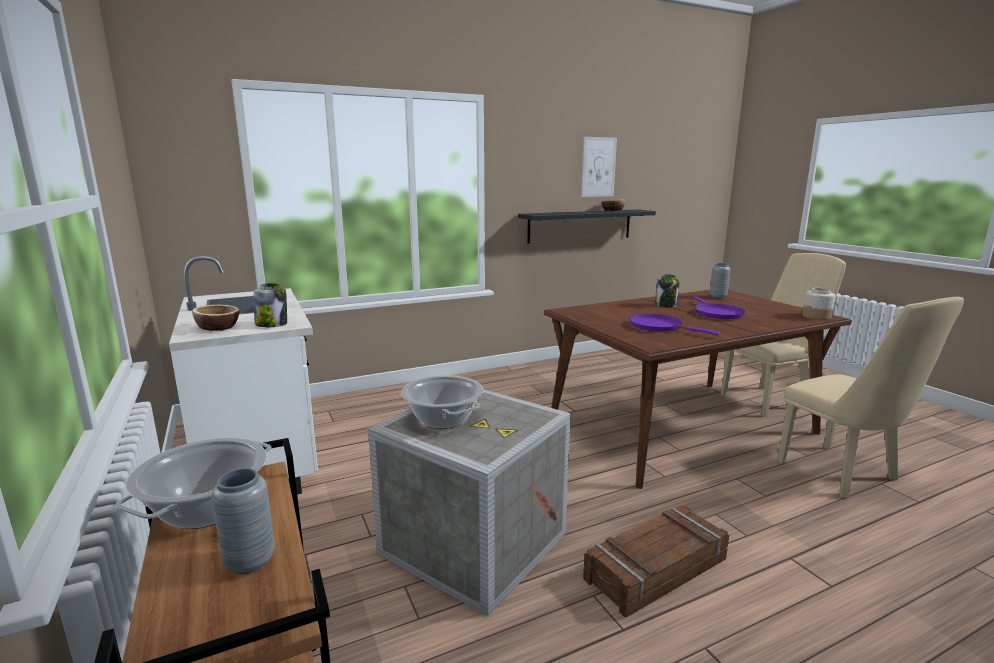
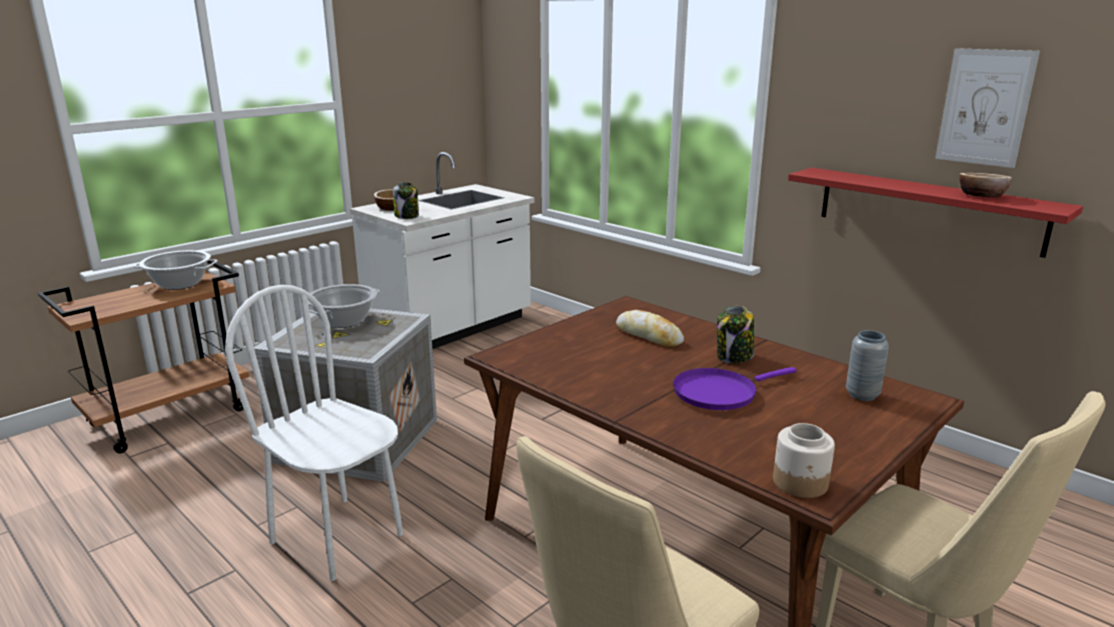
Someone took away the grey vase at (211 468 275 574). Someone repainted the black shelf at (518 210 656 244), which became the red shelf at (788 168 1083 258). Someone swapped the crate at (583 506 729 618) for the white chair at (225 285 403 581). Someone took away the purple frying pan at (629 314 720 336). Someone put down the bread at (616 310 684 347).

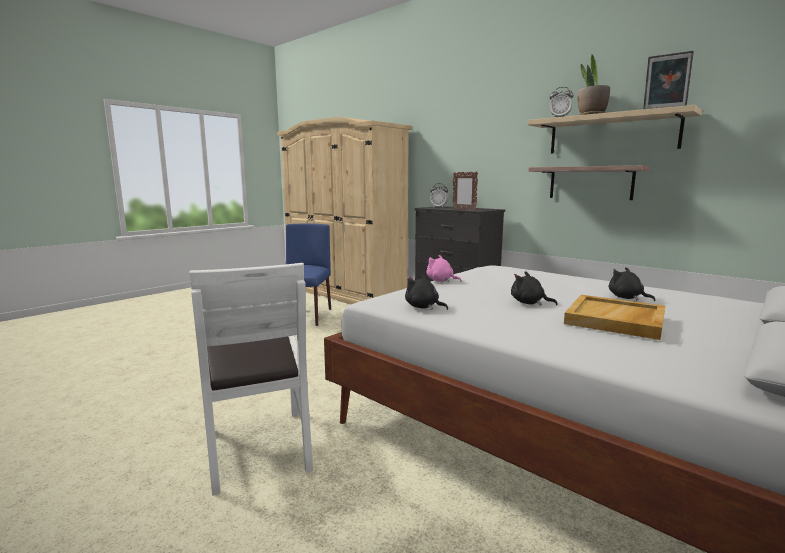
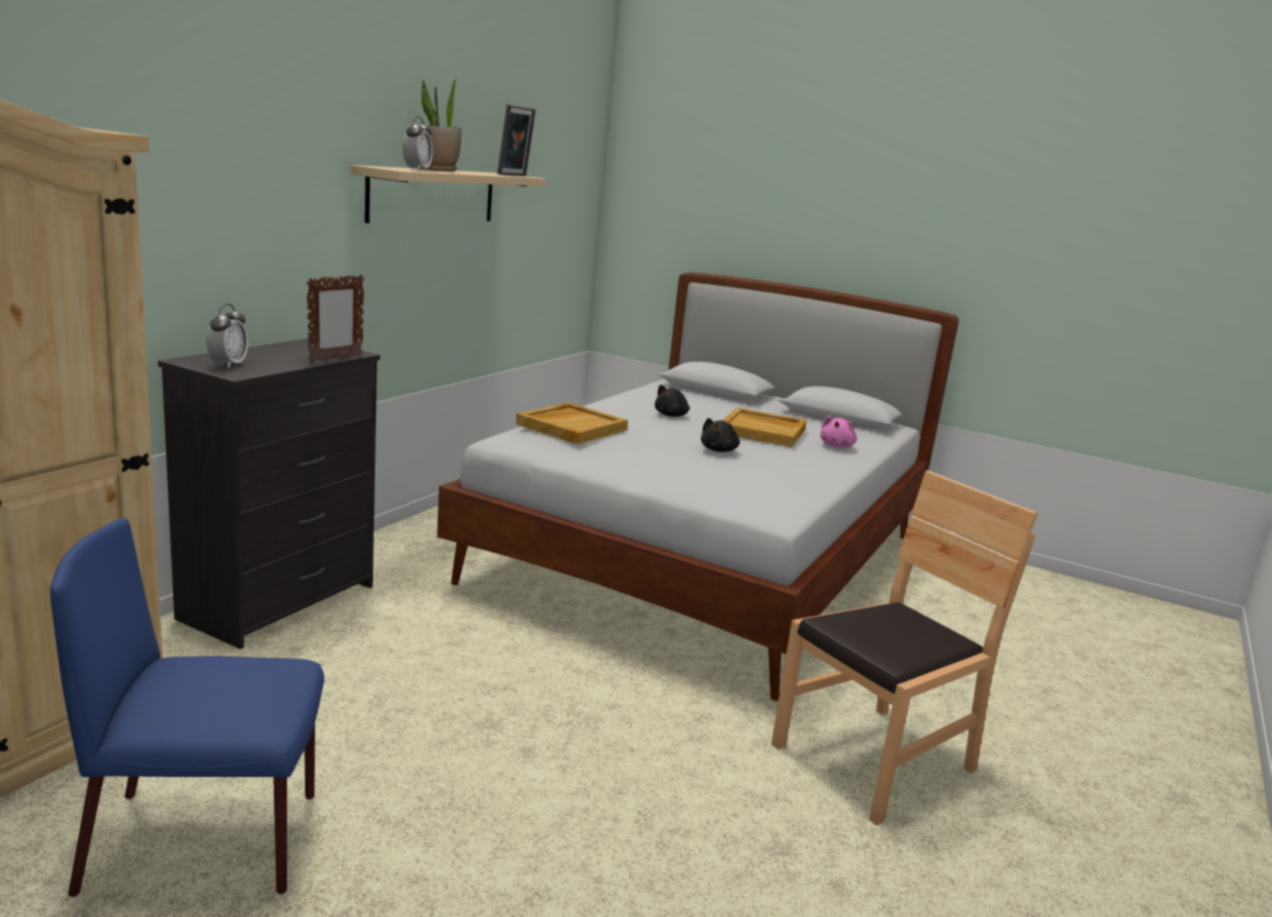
Someone repainted the white chair at (189 263 313 496), which became the brown chair at (771 470 1038 826). Someone took away the black plush toy at (405 274 448 310). Someone carried the pink plush toy from (426 255 462 282) to (820 416 857 448). Someone took away the shelf at (528 165 651 200). Someone put down the beige tray at (516 402 628 444).

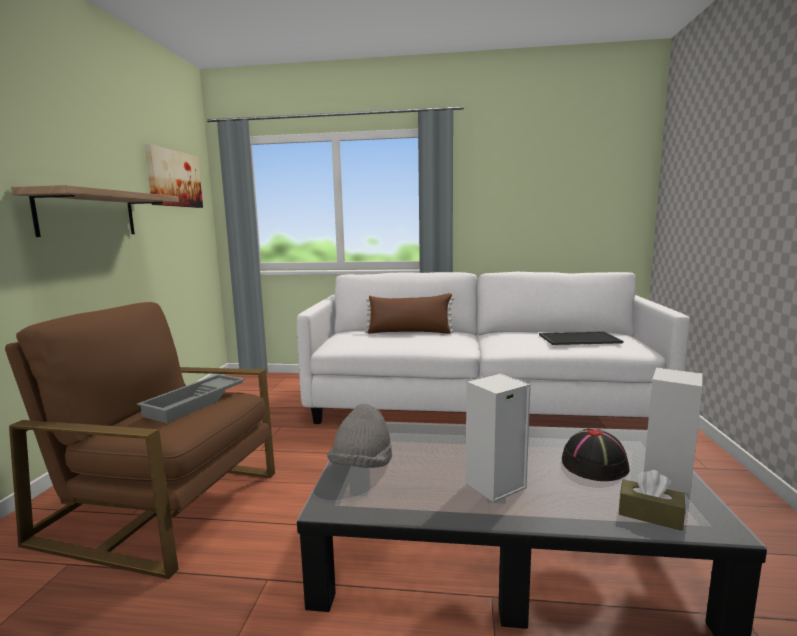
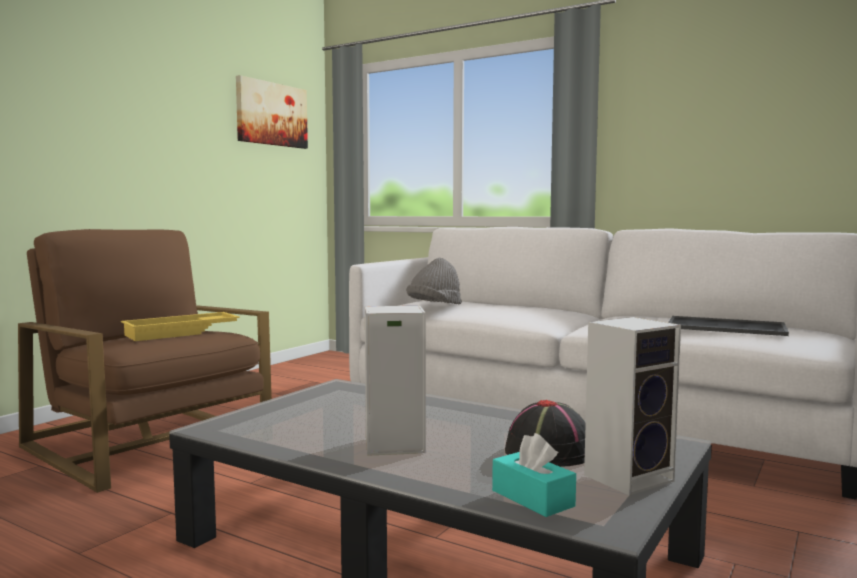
Someone took away the shelf at (11 185 179 237). Someone repainted the grey tray at (137 374 245 423), which became the yellow tray at (121 312 240 341). Someone carried the grey hat from (327 403 392 468) to (406 258 462 304). Someone took away the brown pillow at (365 293 454 334). Someone repainted the brown tissue box at (619 470 686 531), which became the turquoise tissue box at (492 433 576 517).

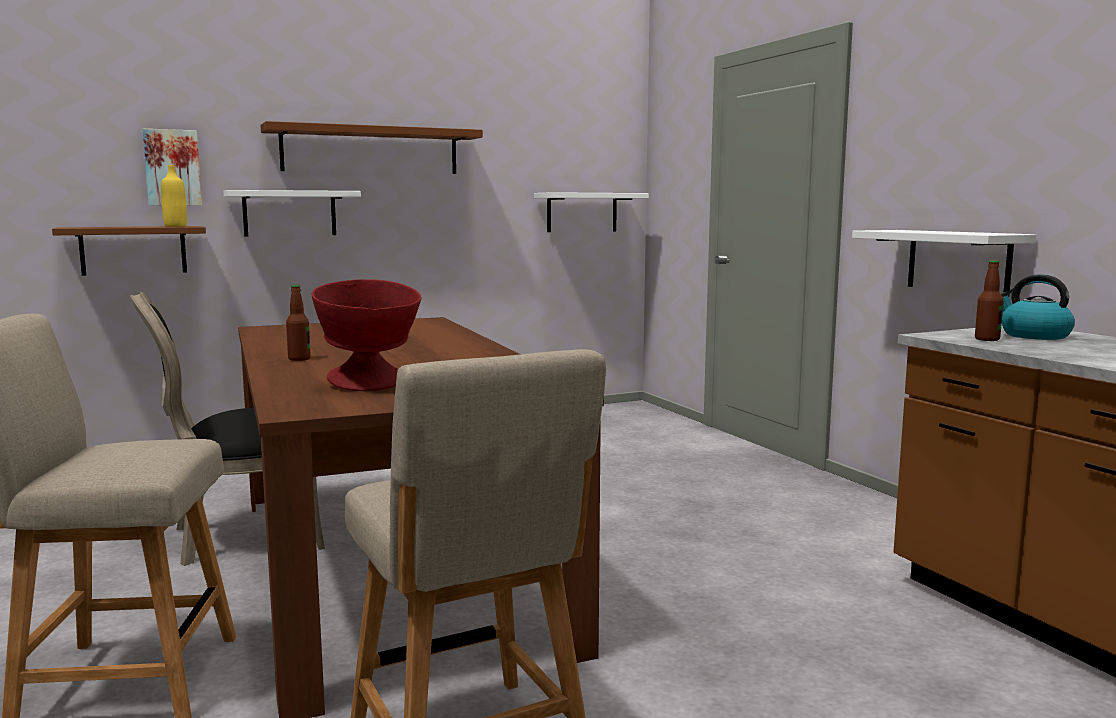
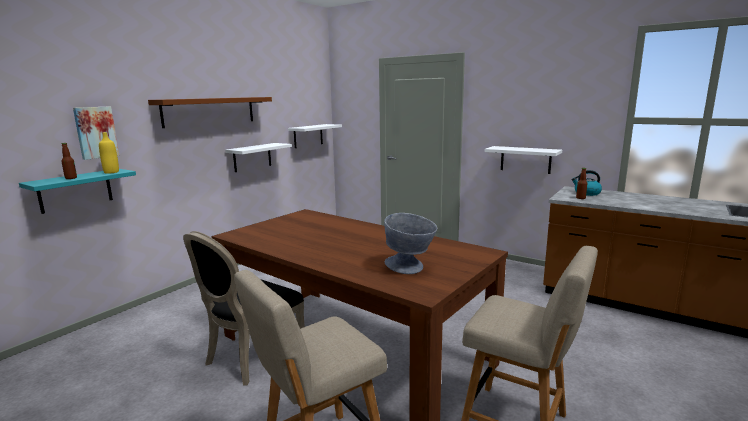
Someone repainted the brown shelf at (52 226 206 276), which became the turquoise shelf at (19 169 136 214). Someone carried the white shelf from (223 190 361 236) to (225 143 292 172). Someone carried the bottle from (286 285 311 361) to (61 143 77 179). Someone repainted the red bowl at (312 279 422 391), which became the grey bowl at (384 213 437 274).

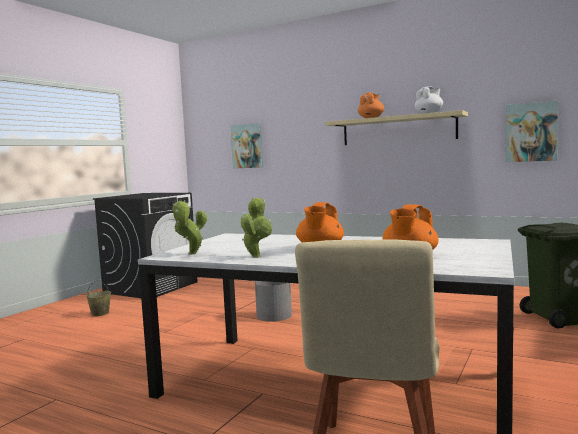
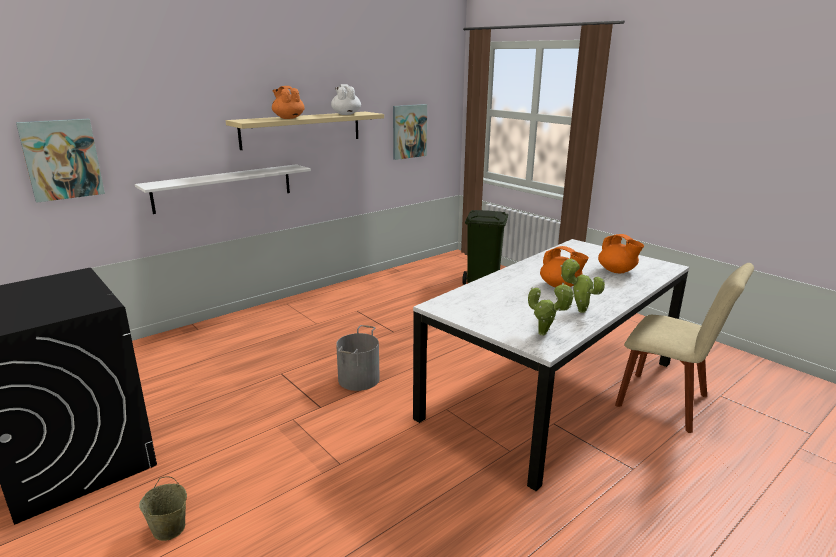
Someone put up the white shelf at (135 164 311 214).

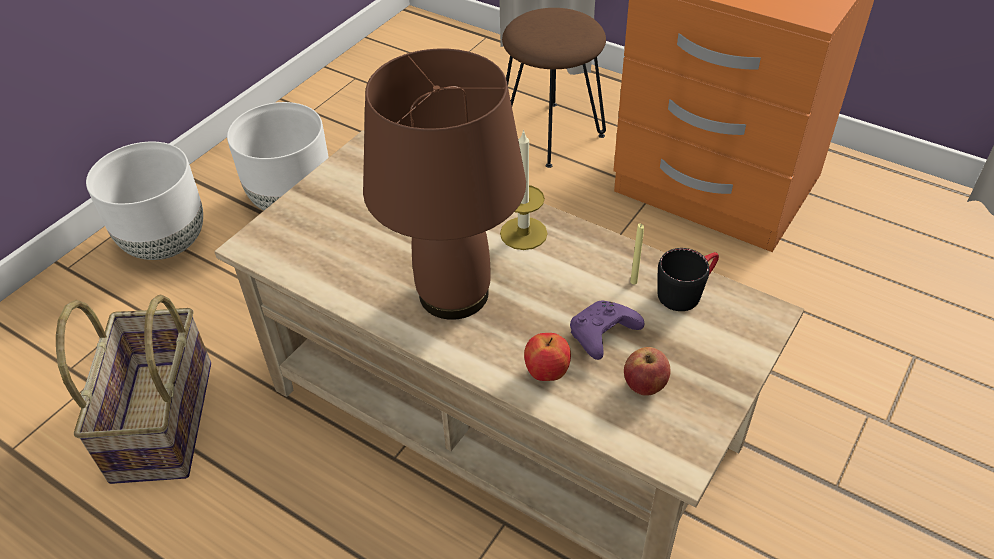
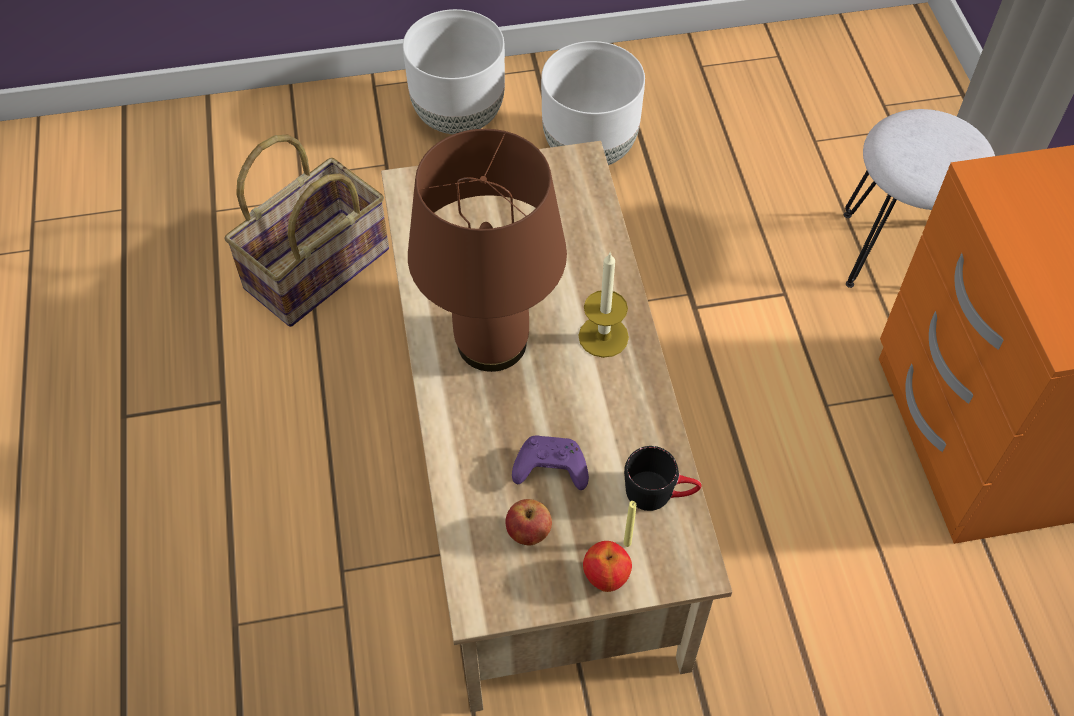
Someone repainted the brown stool at (502 8 606 168), which became the white stool at (844 109 995 288). Someone carried the apple from (524 333 571 381) to (583 541 632 592). Someone carried the yellow candle from (630 224 644 284) to (624 501 636 547).

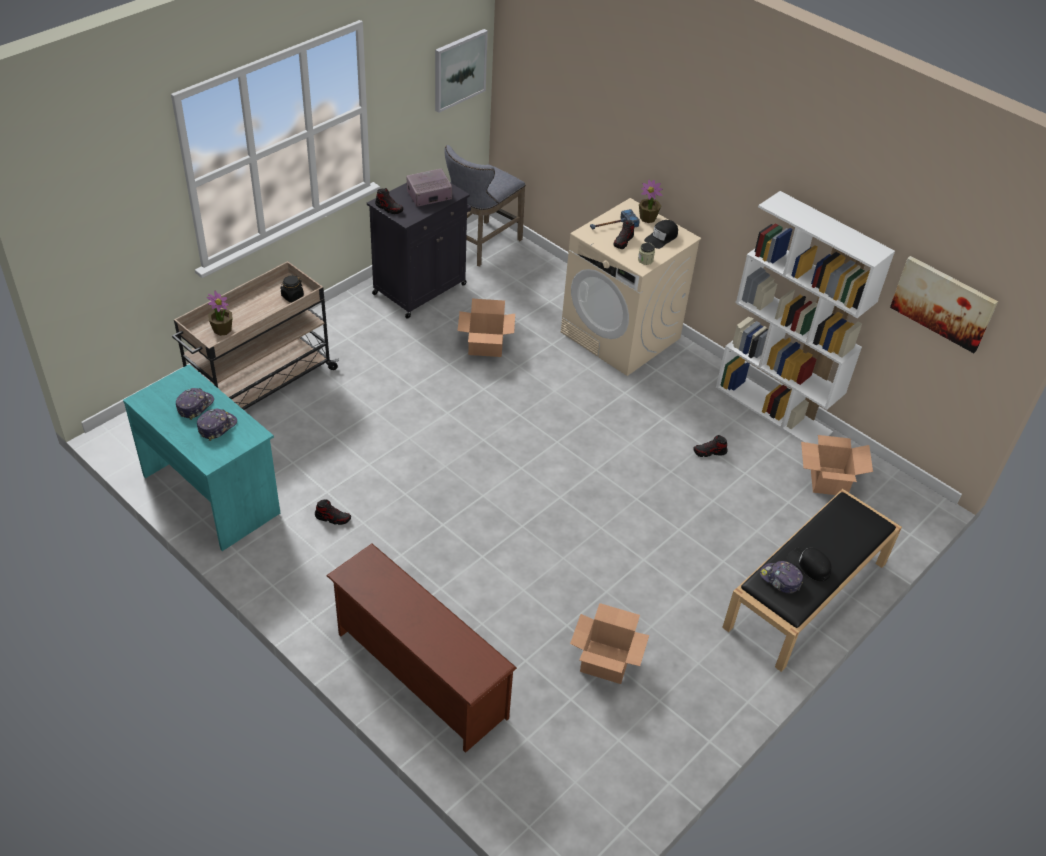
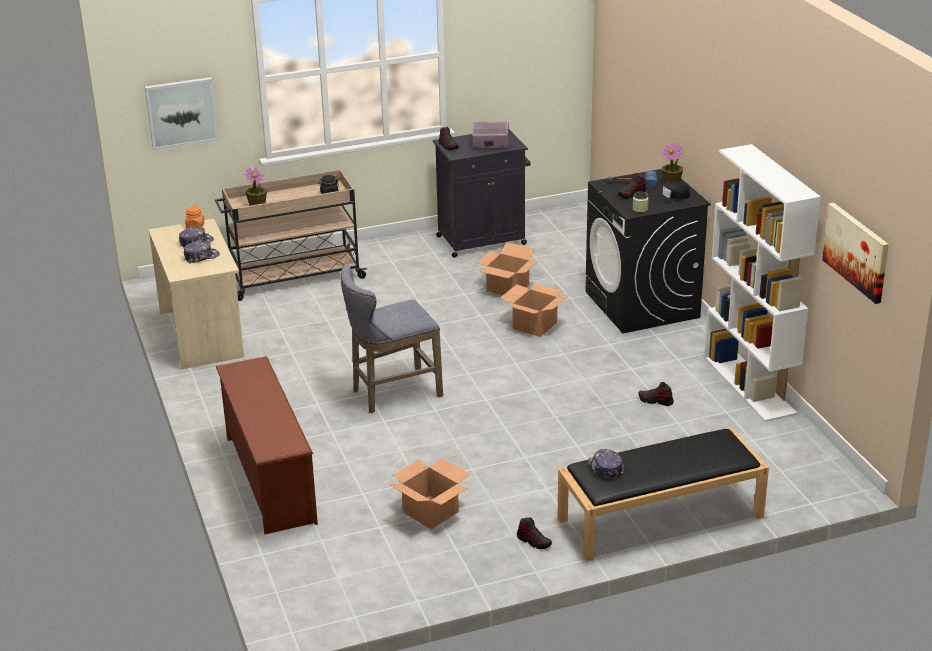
Someone repainted the turquoise desk at (123 364 280 551), which became the beige desk at (148 219 244 369). Someone carried the shoe from (315 499 351 525) to (517 517 552 549). Someone carried the picture from (435 29 488 113) to (145 77 218 150). Someone carried the grey stool from (445 145 526 266) to (340 264 443 413). Someone repainted the beige washing machine at (561 198 701 376), which became the black washing machine at (585 169 711 333). Someone took away the black cap at (787 548 831 581). Someone carried the cardboard box from (801 435 873 495) to (499 284 570 337). Someone put down the orange jar at (185 206 205 229).

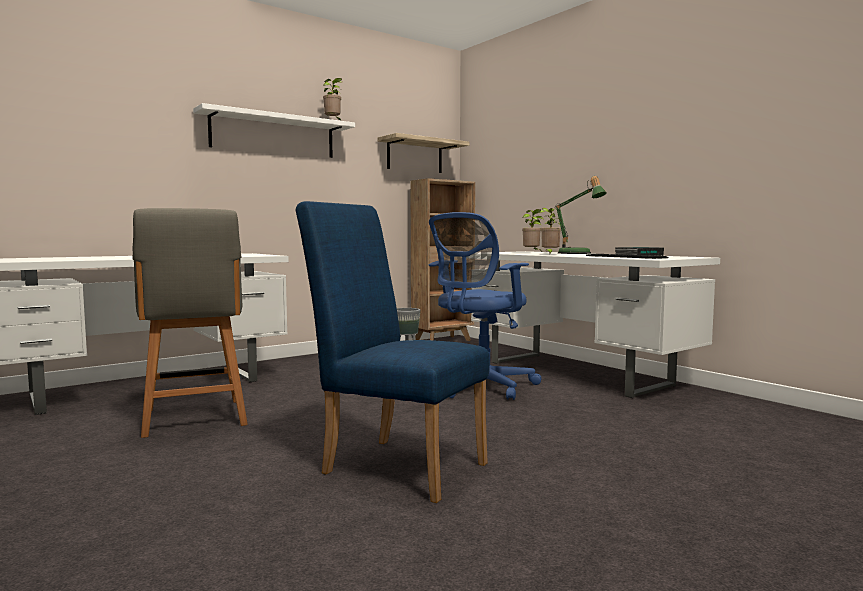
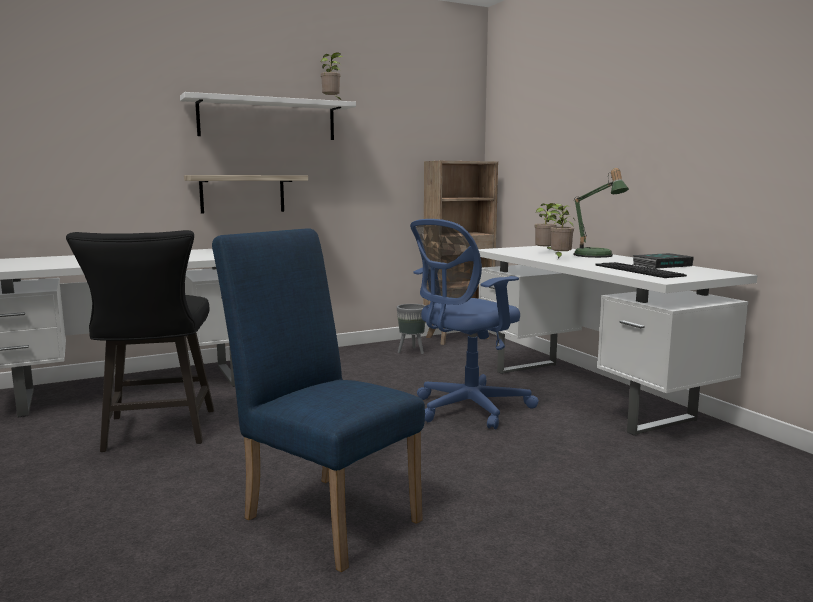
Someone swapped the grey chair at (132 208 248 438) for the black stool at (66 230 214 452). Someone carried the shelf from (377 133 469 173) to (184 175 308 214).

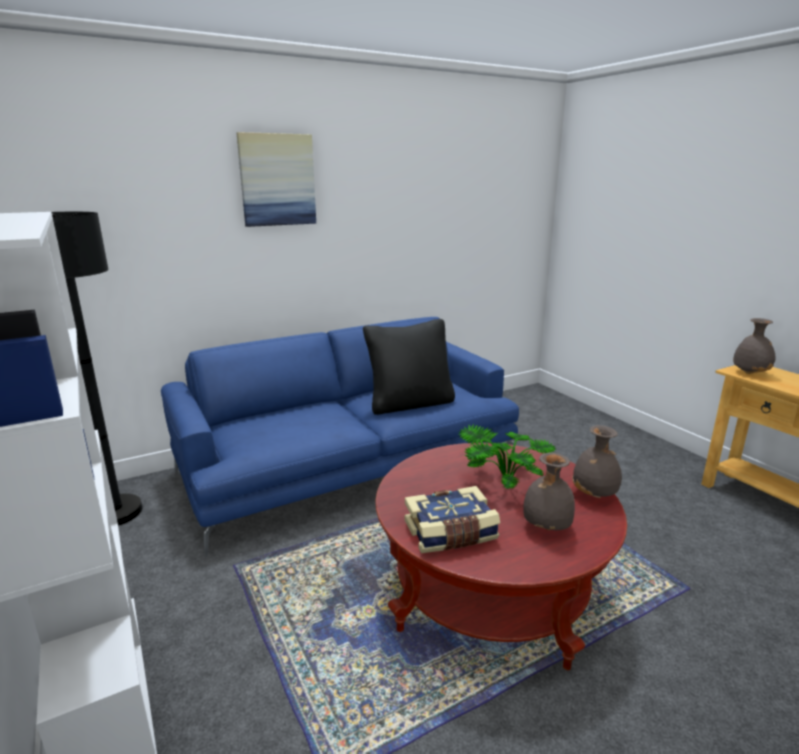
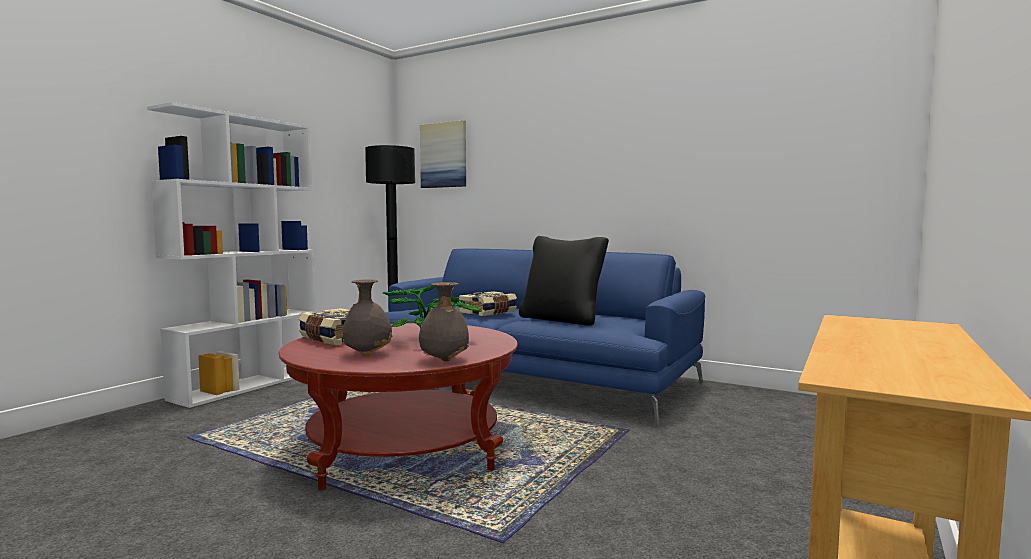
Someone carried the picture from (236 132 316 227) to (420 120 466 188). Someone took away the grey vase at (733 318 776 374). Someone put down the book at (459 291 517 316).

